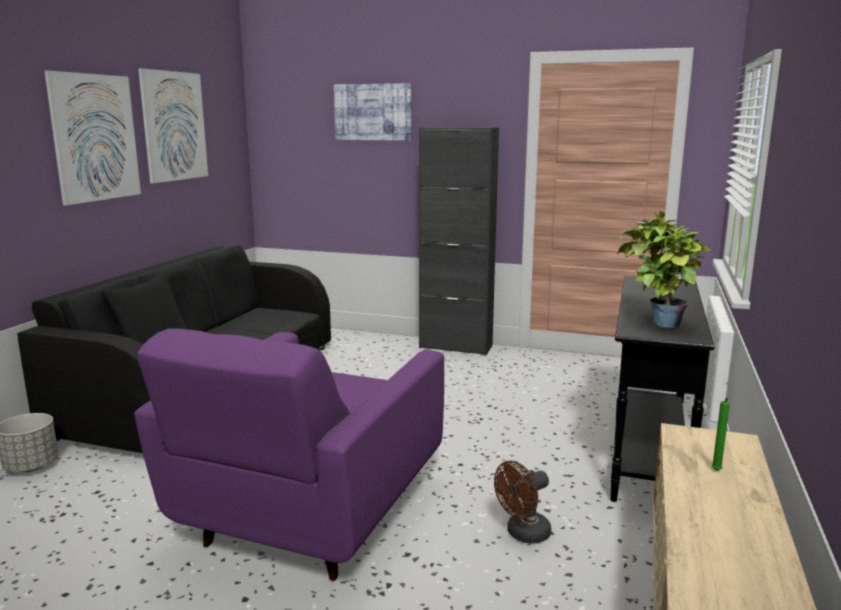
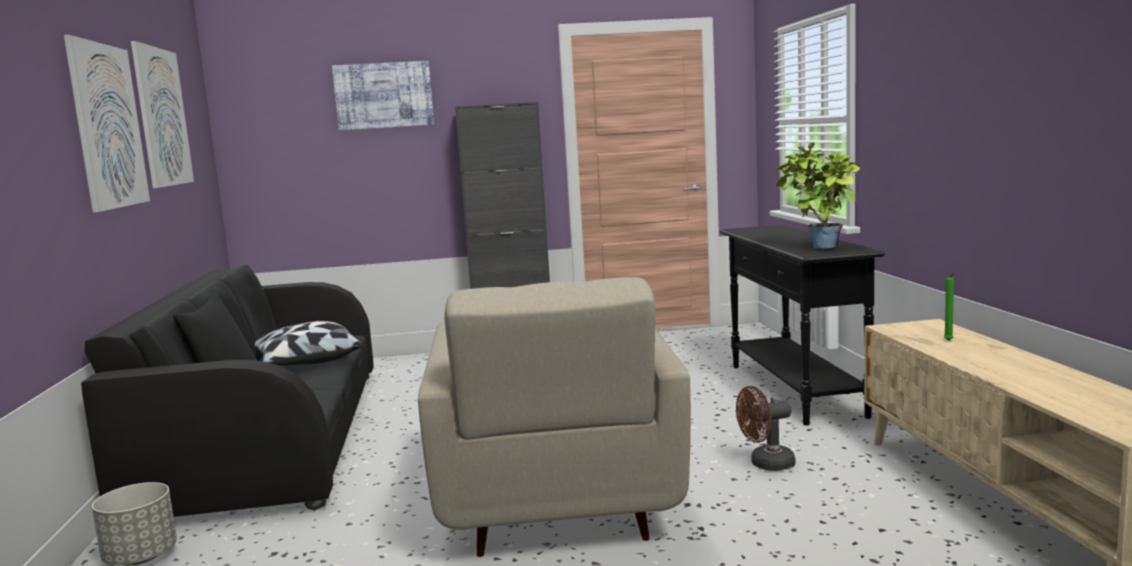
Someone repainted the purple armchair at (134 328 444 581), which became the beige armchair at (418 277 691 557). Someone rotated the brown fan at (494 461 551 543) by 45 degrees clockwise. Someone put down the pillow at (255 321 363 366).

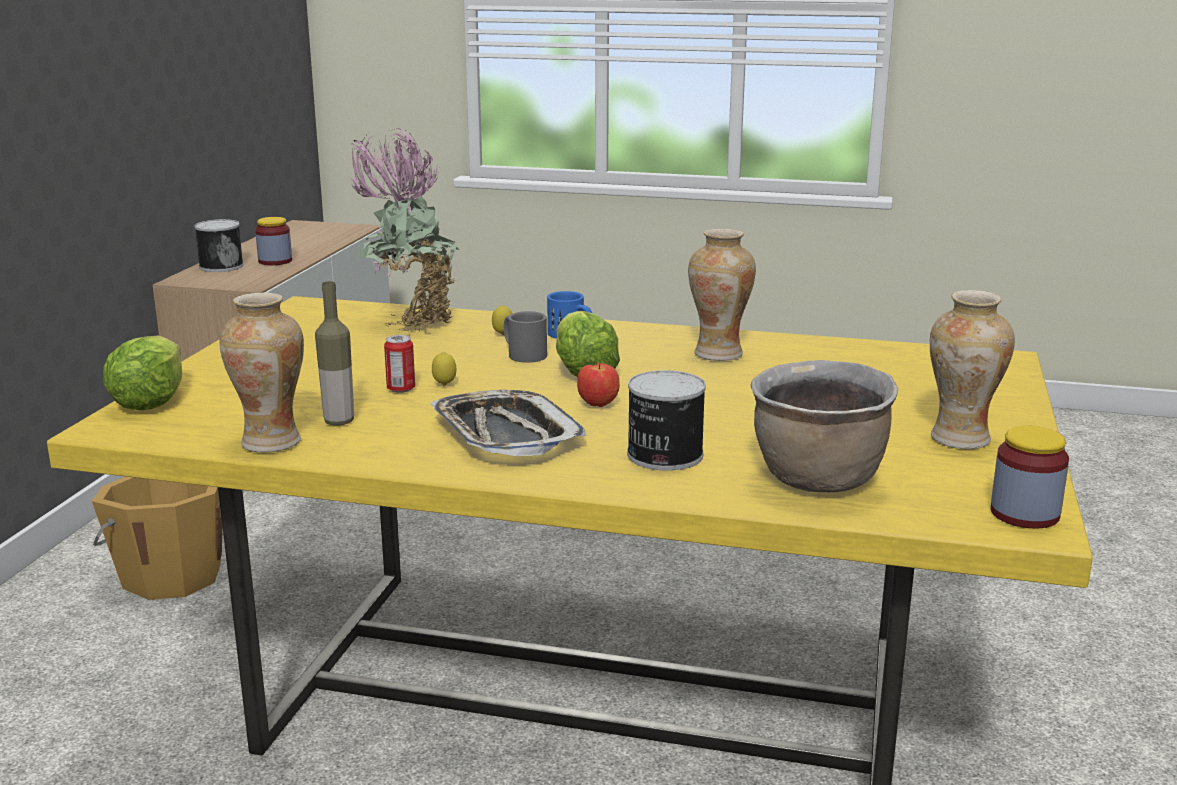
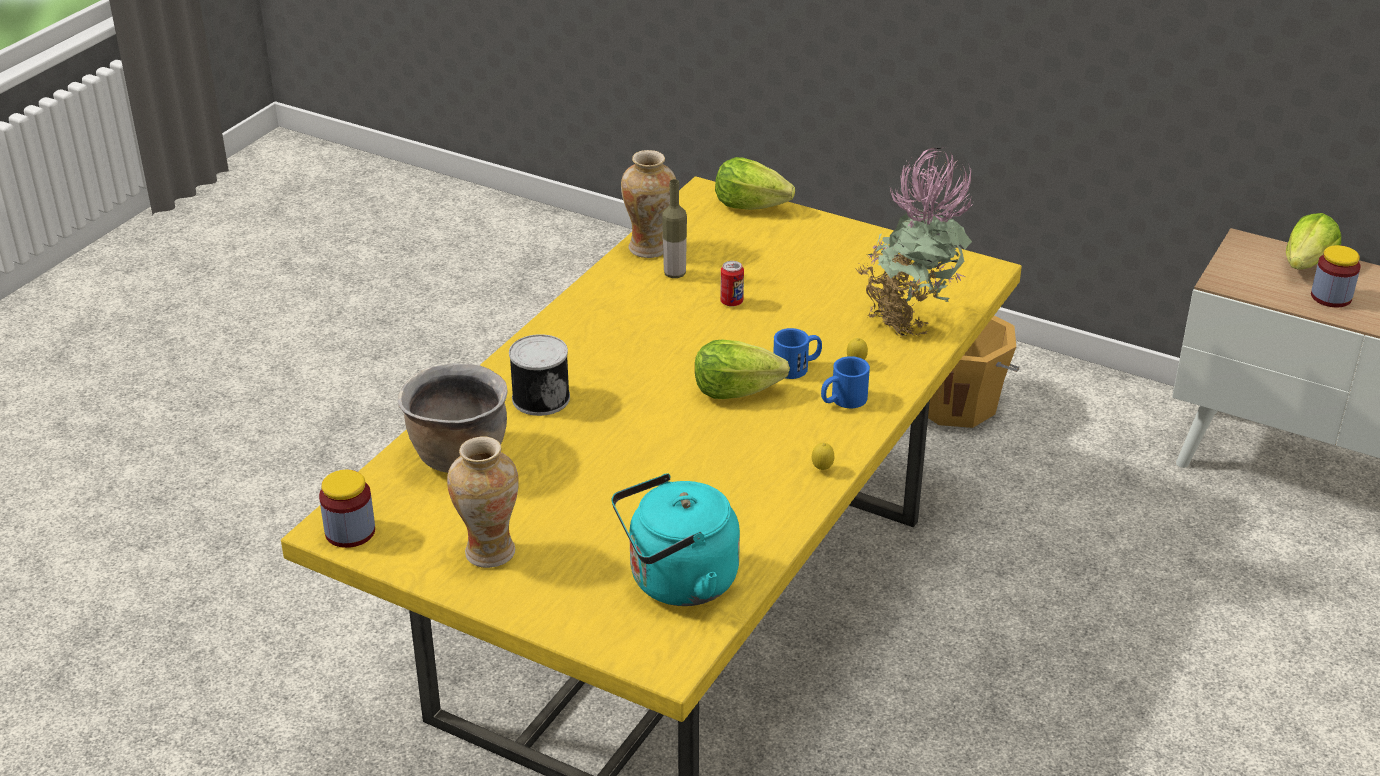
Someone swapped the can at (194 219 244 272) for the lettuce at (1286 213 1341 270). Someone took away the tray at (430 390 587 456). Someone carried the lemon from (432 352 456 386) to (812 443 834 470). Someone repainted the grey mug at (504 311 547 363), which became the blue mug at (773 328 822 379). Someone took away the apple at (577 363 620 407). Someone took away the vase at (688 229 756 361). Someone put down the turquoise kettle at (612 473 740 606).

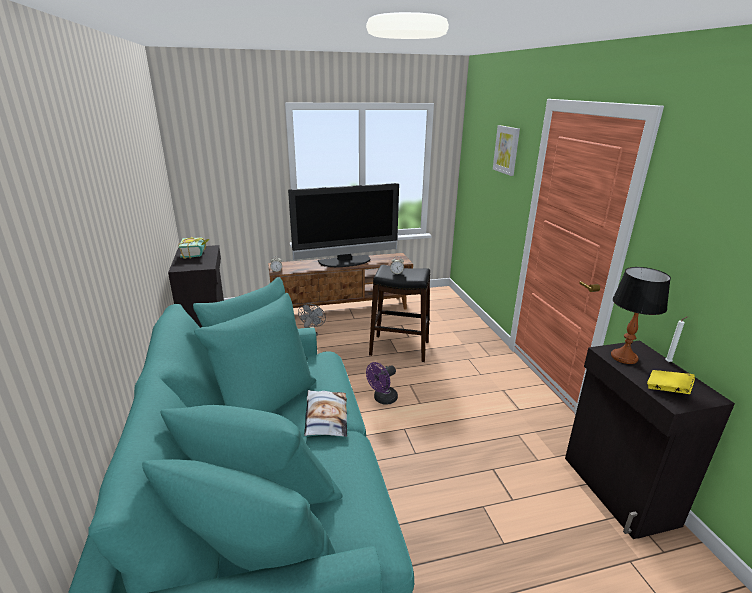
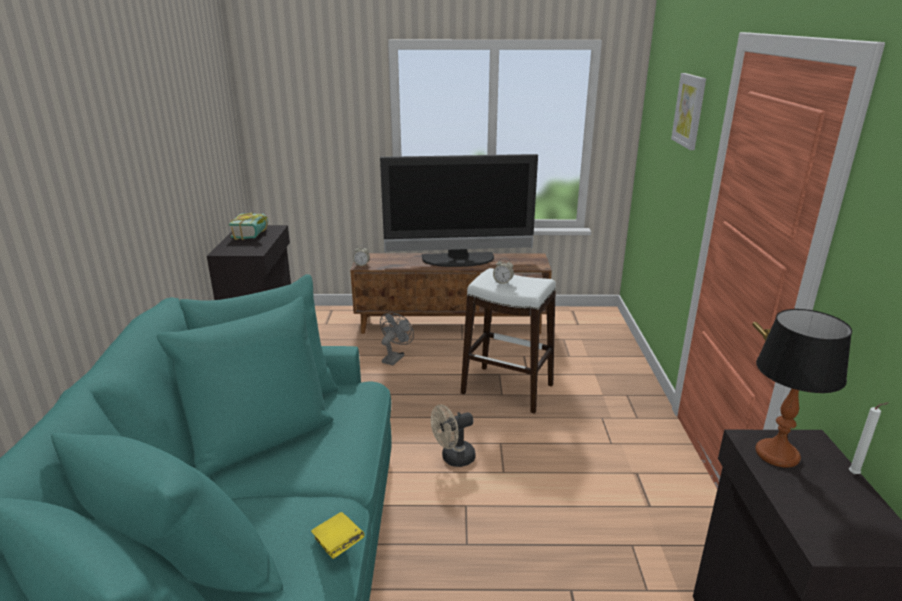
Someone took away the pillow at (304 390 347 437). Someone repainted the purple fan at (366 362 398 405), which became the beige fan at (431 405 476 467). Someone repainted the black stool at (369 265 430 362), which became the white stool at (461 268 556 414). Someone carried the yellow book from (647 370 695 394) to (311 512 365 559).

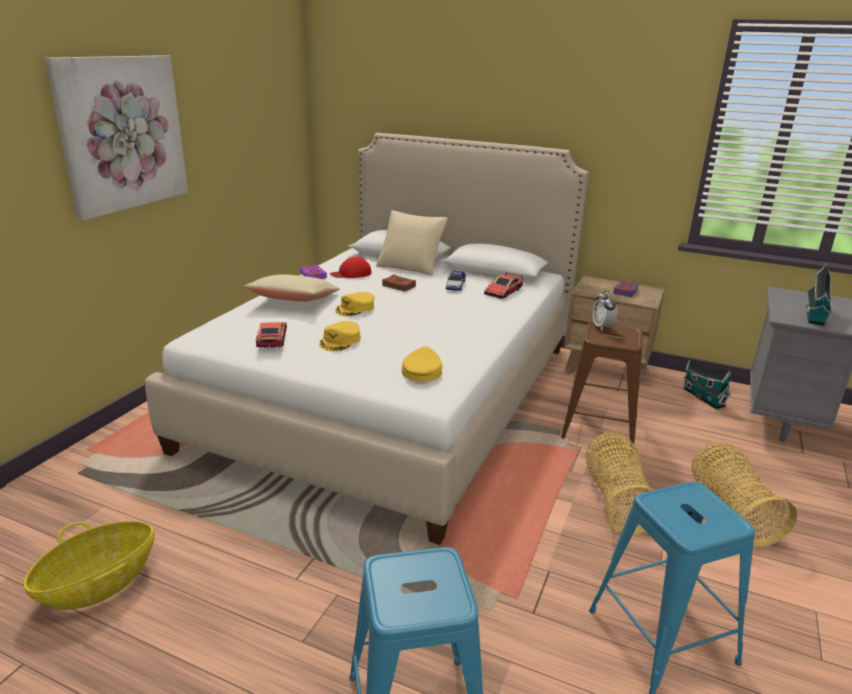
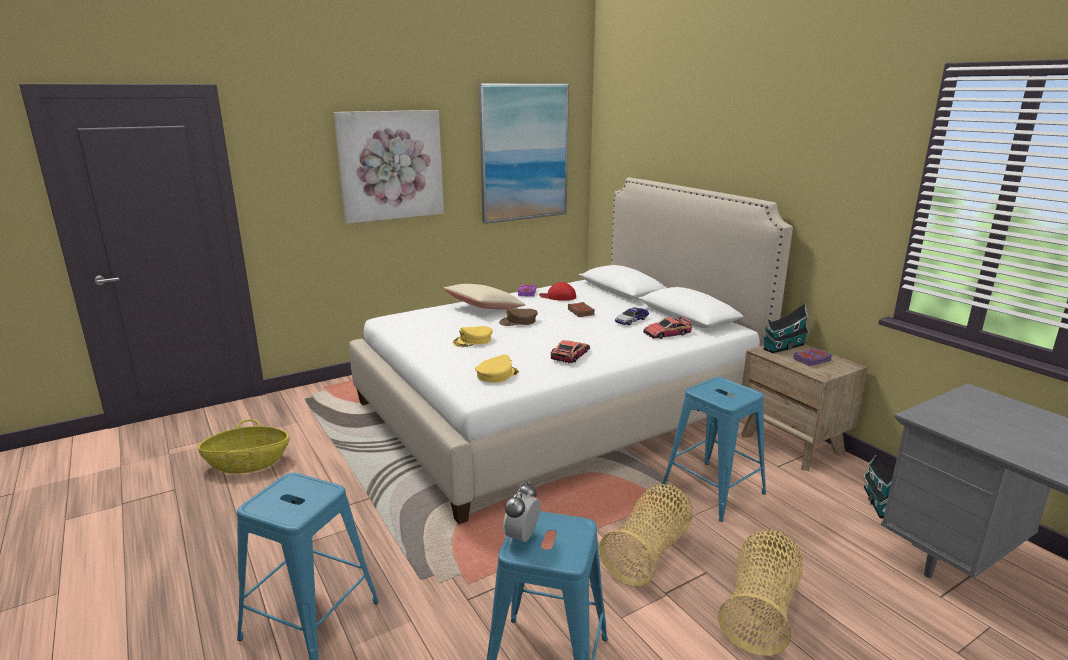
Someone carried the toy car from (256 322 287 348) to (551 340 590 363). Someone repainted the yellow cap at (335 292 374 317), which became the brown cap at (499 308 538 326). Someone took away the beige pillow at (376 210 448 275). Someone repainted the brown stool at (561 322 643 452), which became the blue stool at (662 377 766 522). Someone carried the alarm clock from (593 290 617 331) to (503 481 540 543). Someone carried the toy house from (806 263 832 326) to (762 303 810 353). Someone put up the picture at (479 83 569 224).

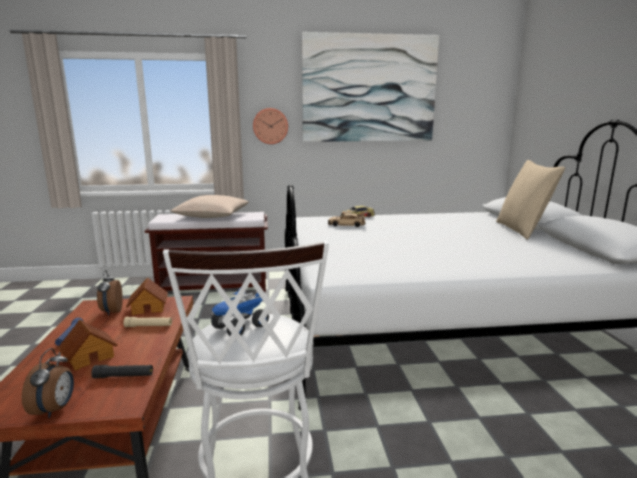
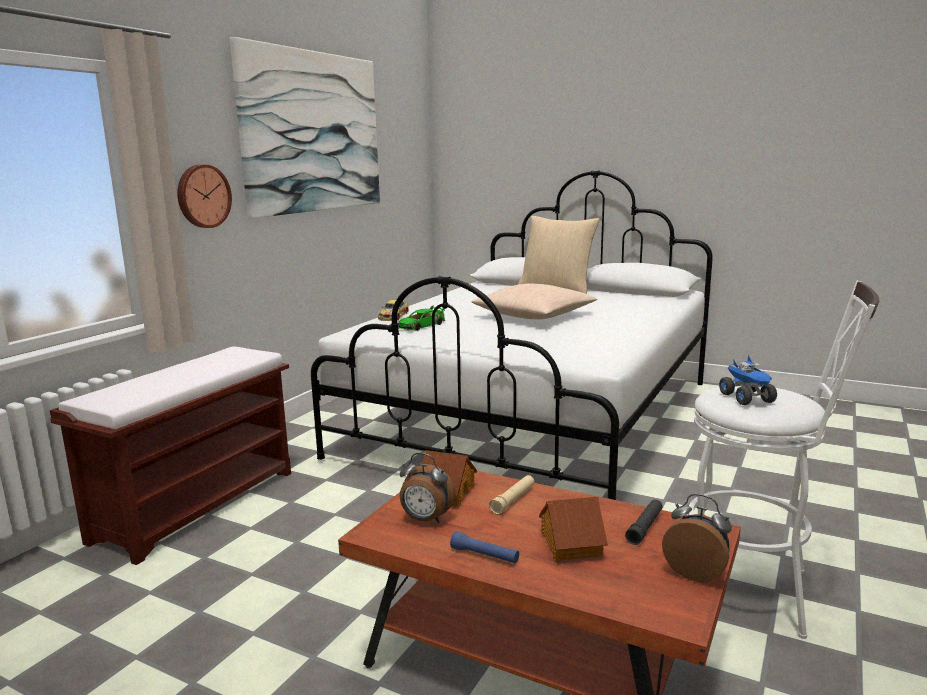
Someone carried the beige pillow from (171 195 249 218) to (472 284 597 319). Someone repainted the beige toy car at (328 213 366 227), which became the green toy car at (398 305 445 331).

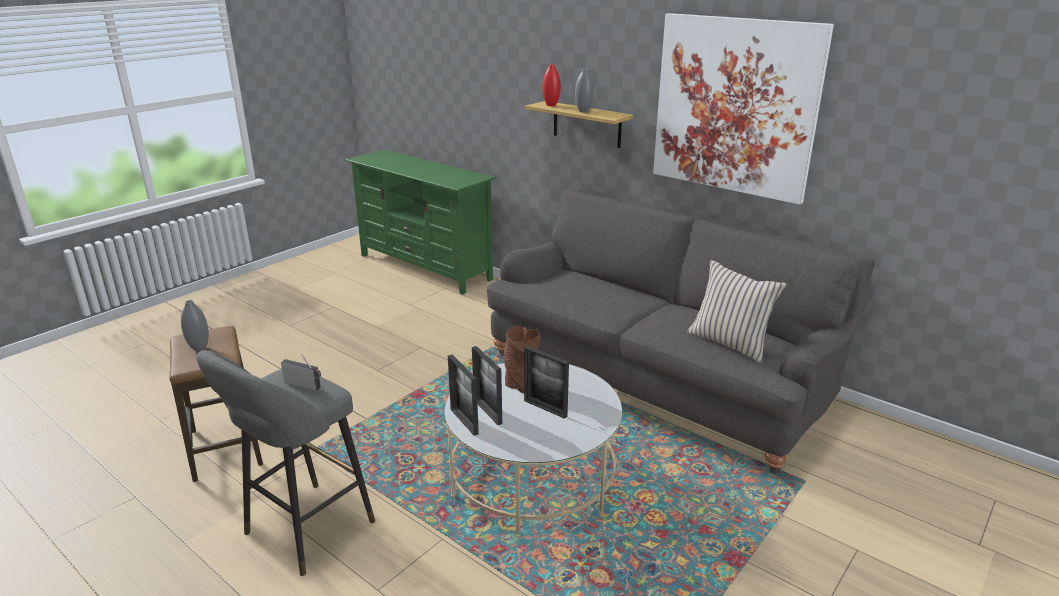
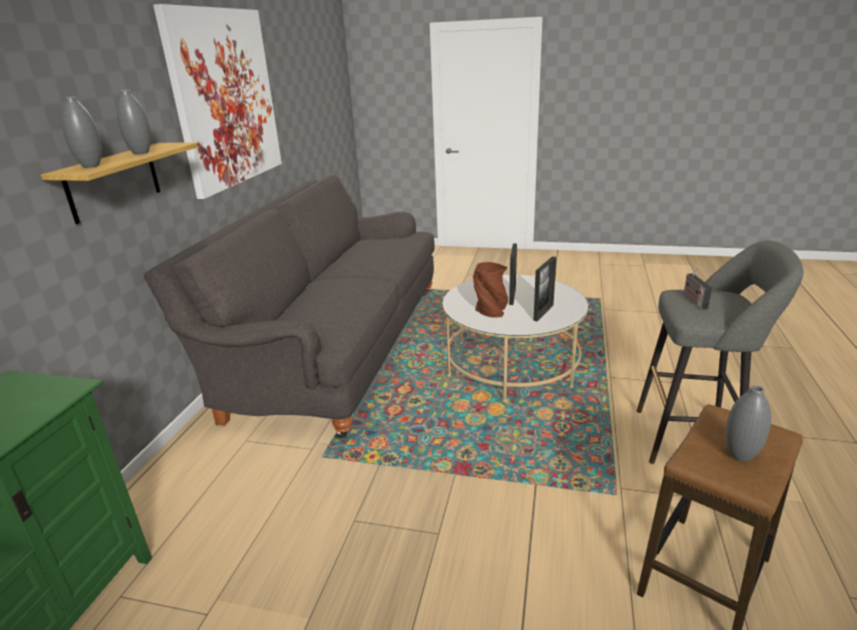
Someone took away the picture frame at (448 355 479 436). Someone repainted the red vase at (543 64 561 106), which became the grey vase at (62 96 102 168). Someone took away the beige pillow at (688 260 787 363).

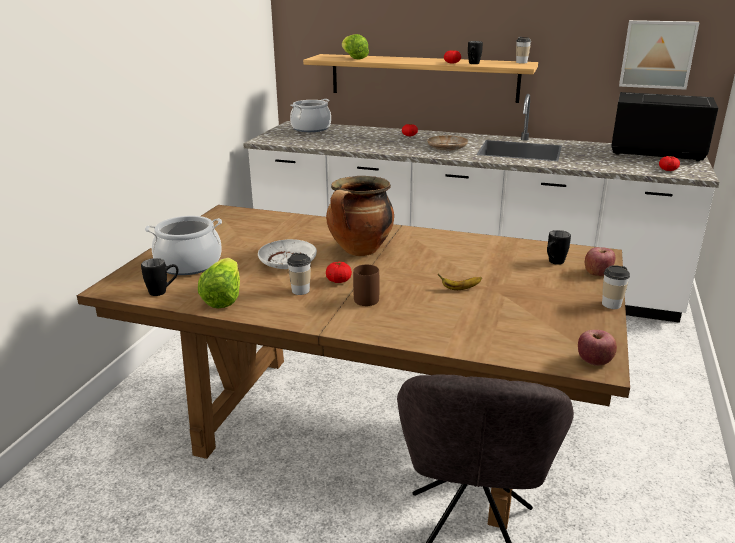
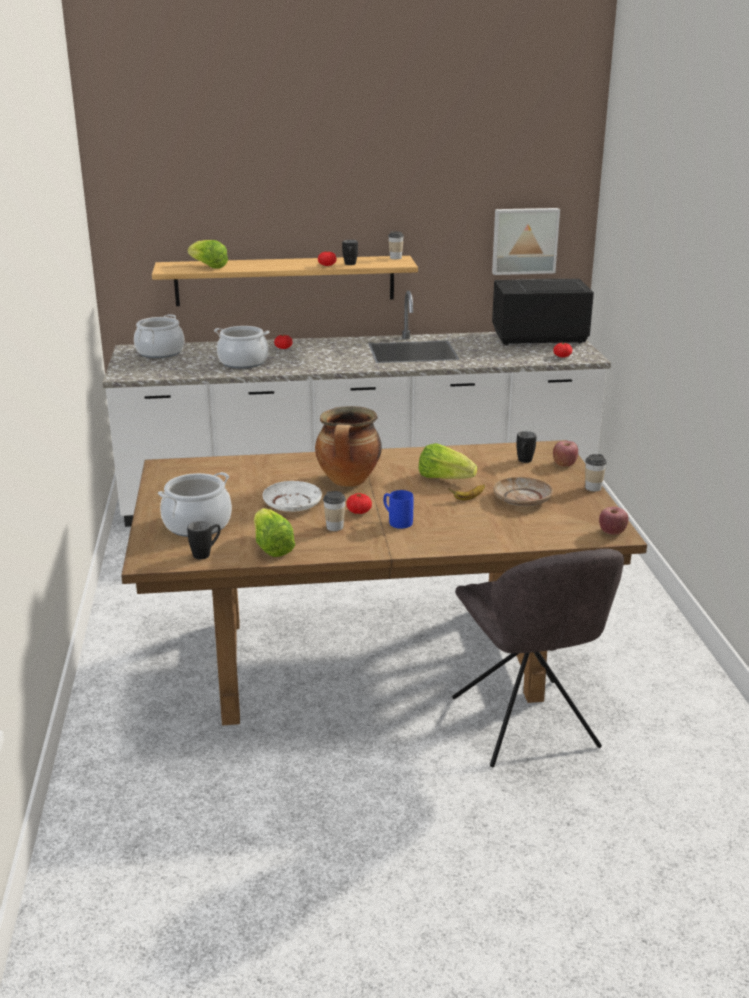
Someone repainted the brown mug at (353 265 379 306), which became the blue mug at (383 490 413 529). Someone carried the beige plate from (427 135 468 151) to (493 477 553 507). Someone put down the cooking pot at (214 326 269 369). Someone put down the lettuce at (418 443 477 479).

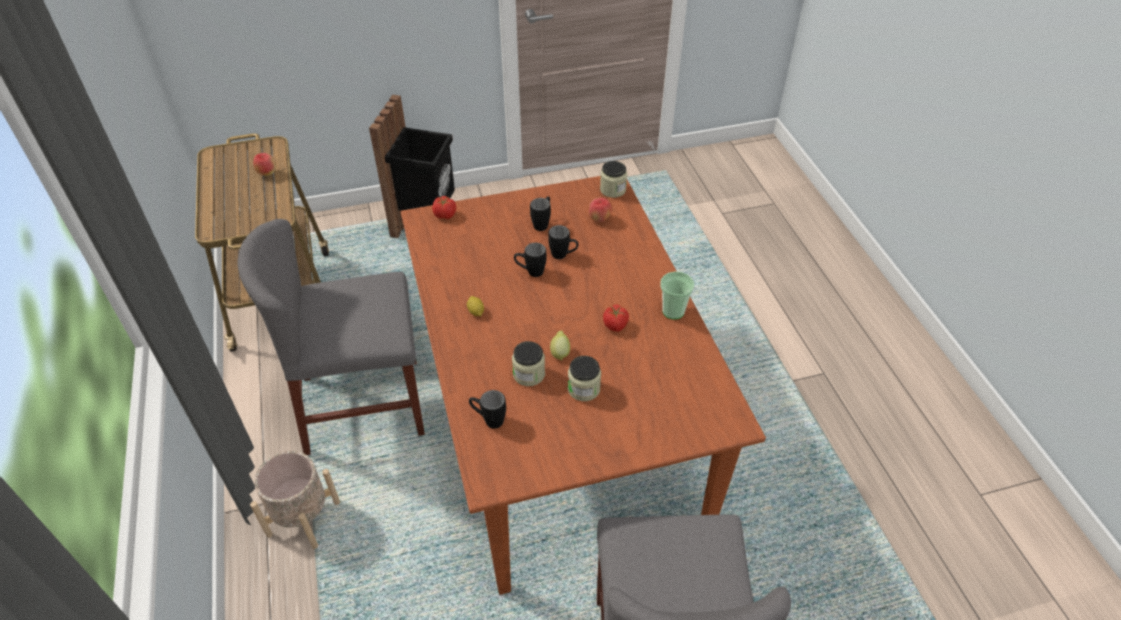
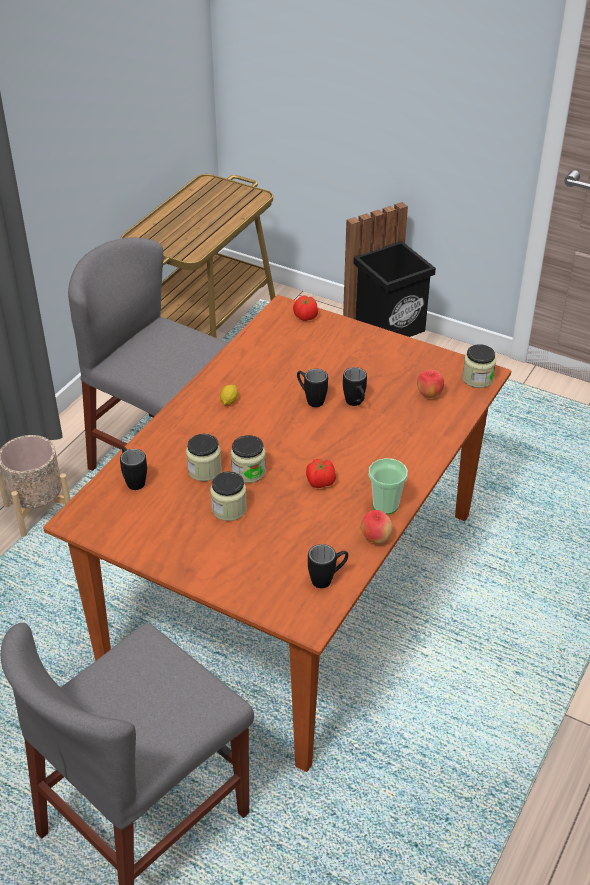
Someone carried the apple from (253 153 276 176) to (361 510 393 543). Someone carried the black mug from (530 196 551 231) to (308 544 348 588). Someone swapped the lemon at (550 331 570 361) for the jar at (231 435 266 483).

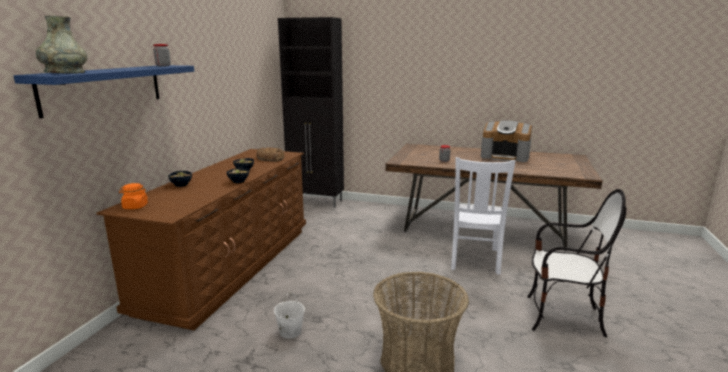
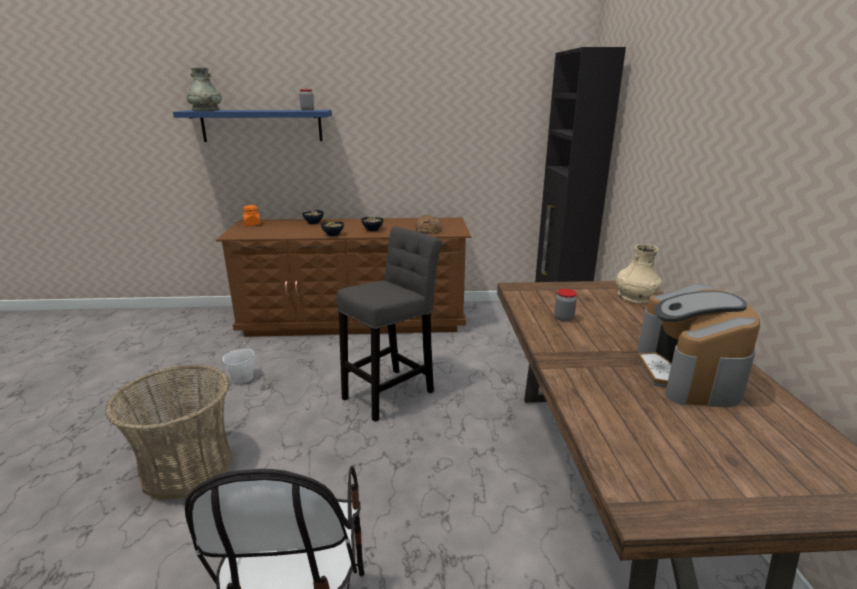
Someone took away the white chair at (451 157 516 275). Someone put down the grey stool at (337 227 442 422). Someone put down the beige vase at (616 244 662 304).

